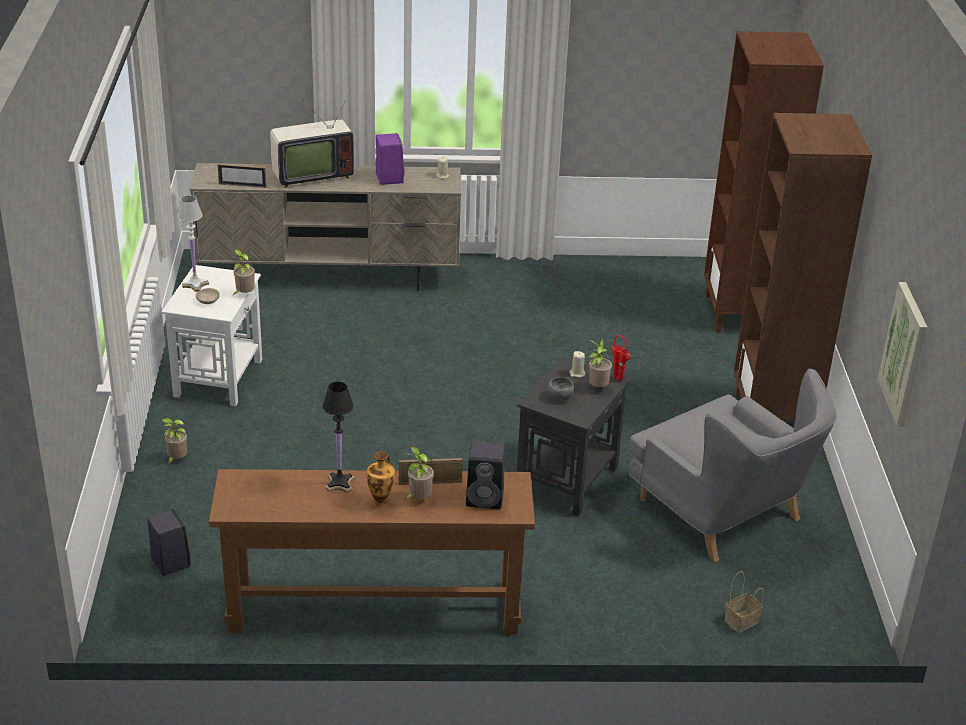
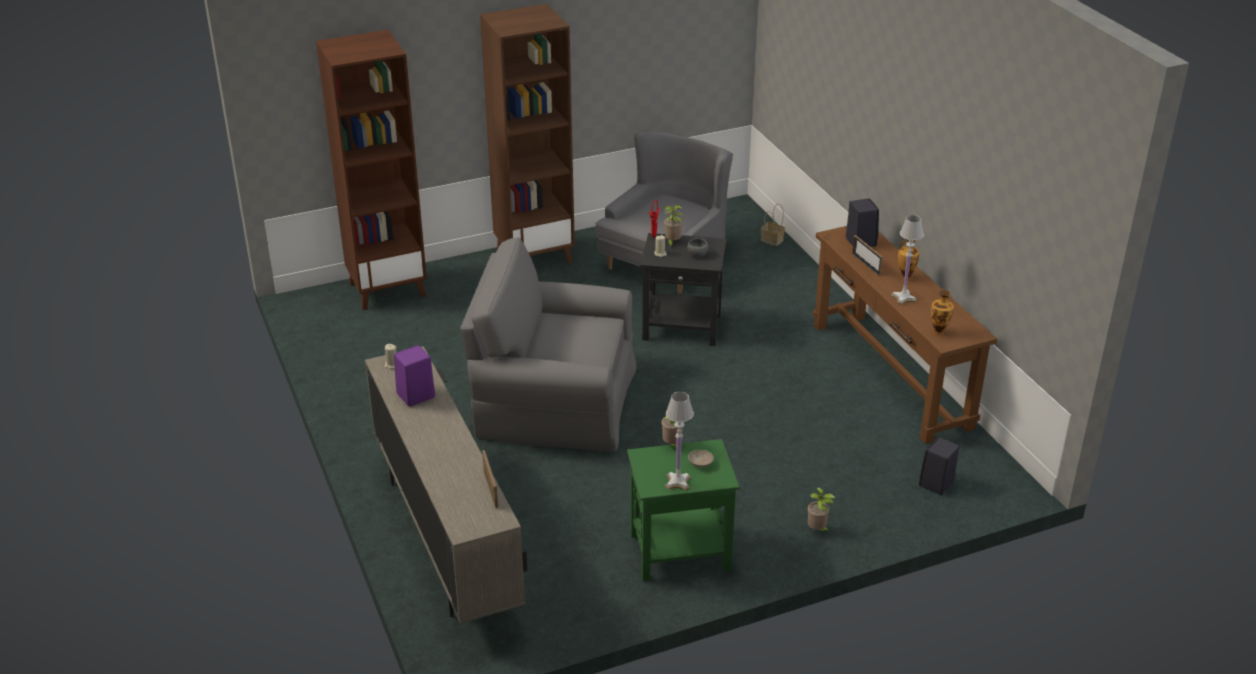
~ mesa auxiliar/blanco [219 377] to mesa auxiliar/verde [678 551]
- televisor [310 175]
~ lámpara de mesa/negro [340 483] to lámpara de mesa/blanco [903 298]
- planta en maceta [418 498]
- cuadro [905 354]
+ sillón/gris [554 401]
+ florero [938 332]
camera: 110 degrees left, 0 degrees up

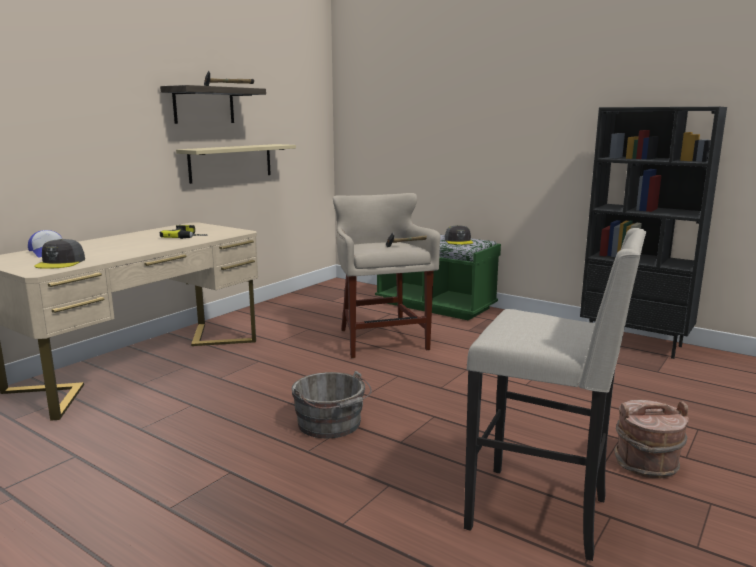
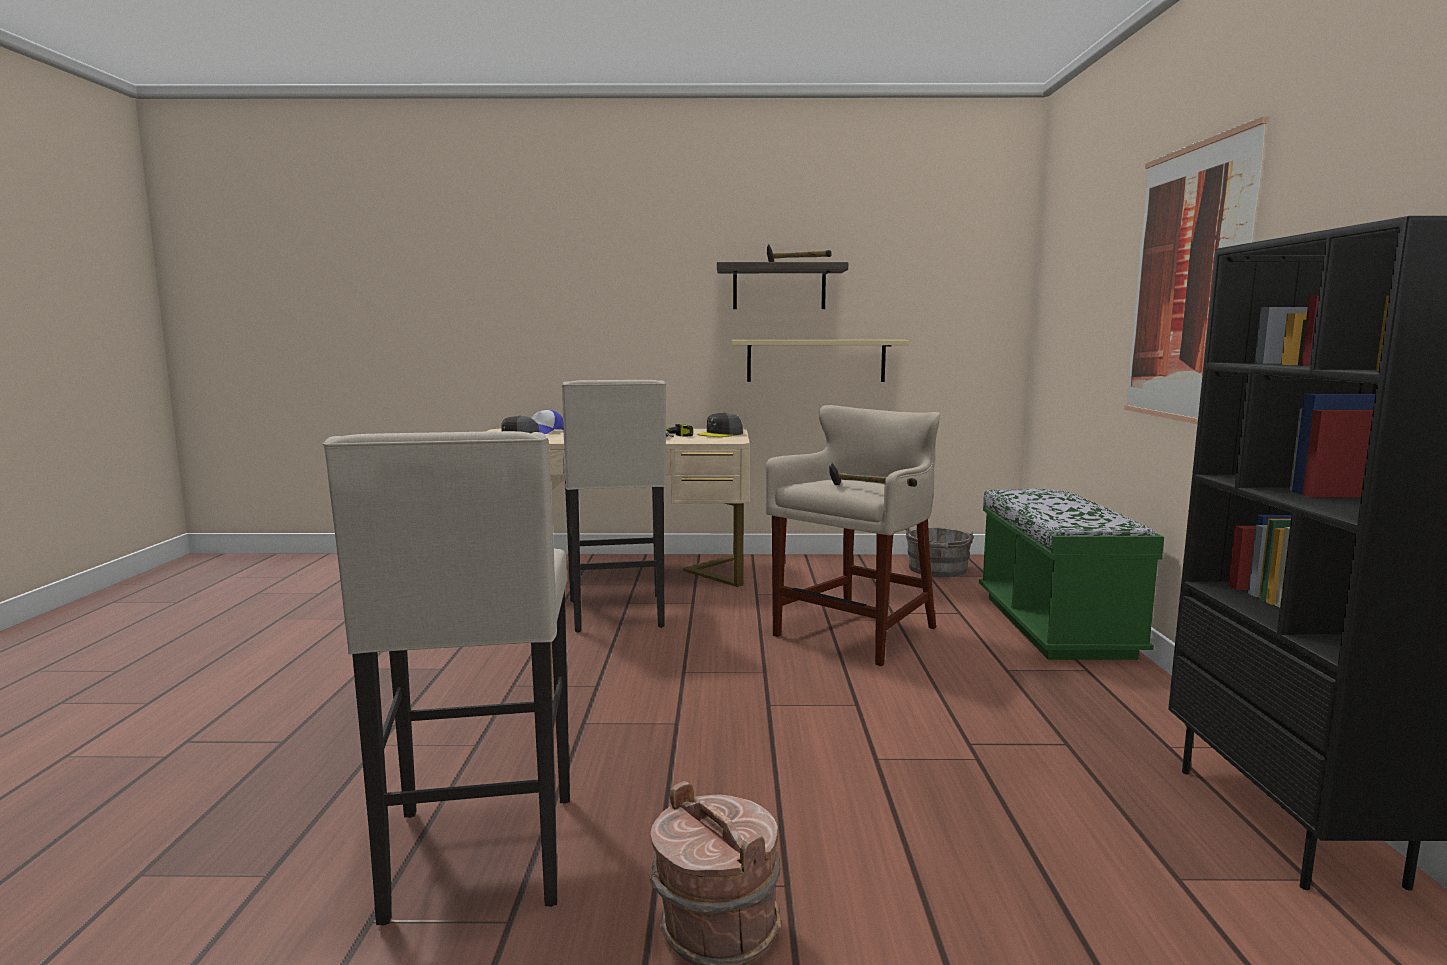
~ cubo/gris [331 424] to [937 570]
~ gorra/gris [459 241] to [720 434]
+ taburete/beis [618 614]
+ cuadro [1188 283]
camera: 55 degrees right, 5 degrees down

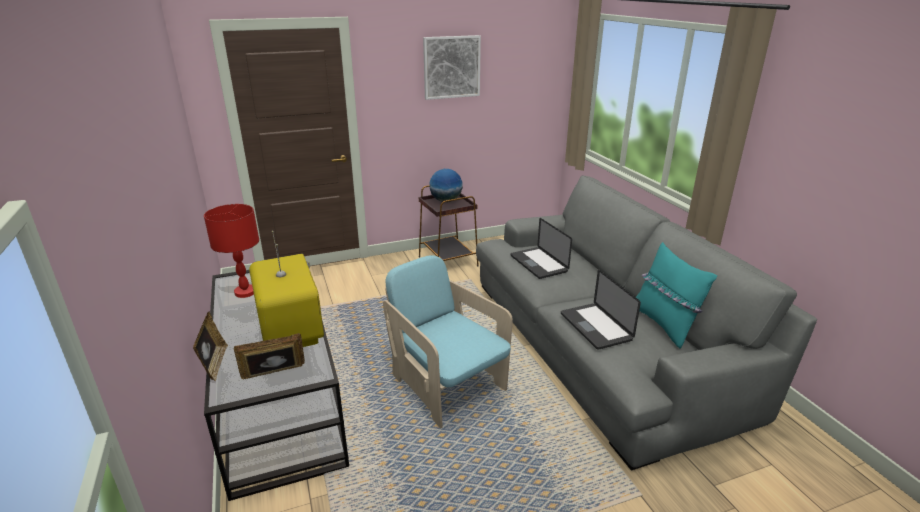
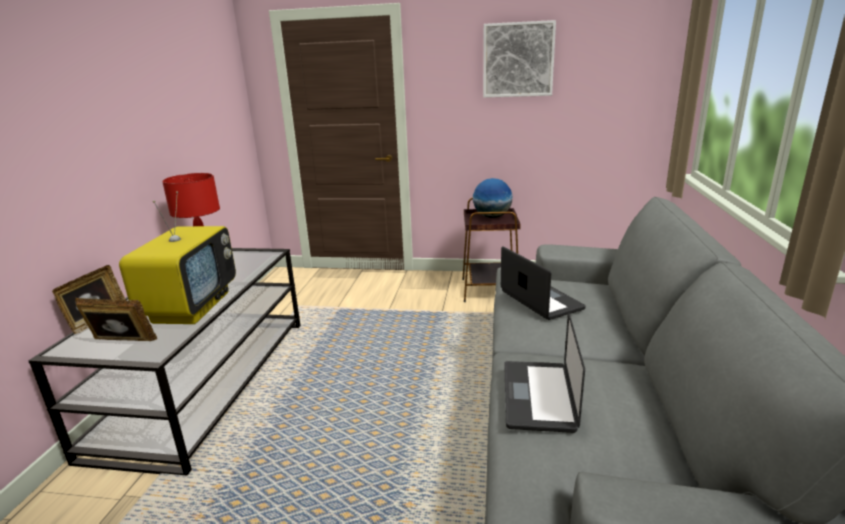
- sillón/turquesa [446 385]
~ portátil [538 263] = [541 300] 150 degrees clockwise
- cojín/turquesa [664 324]
camera: 30 degrees right, 5 degrees down

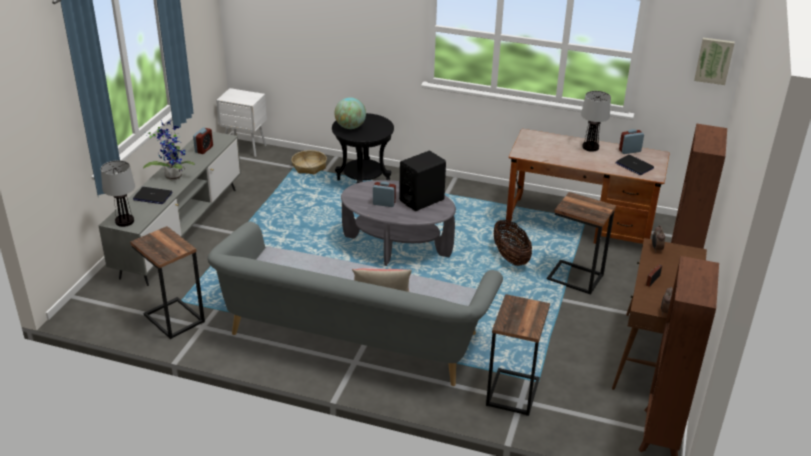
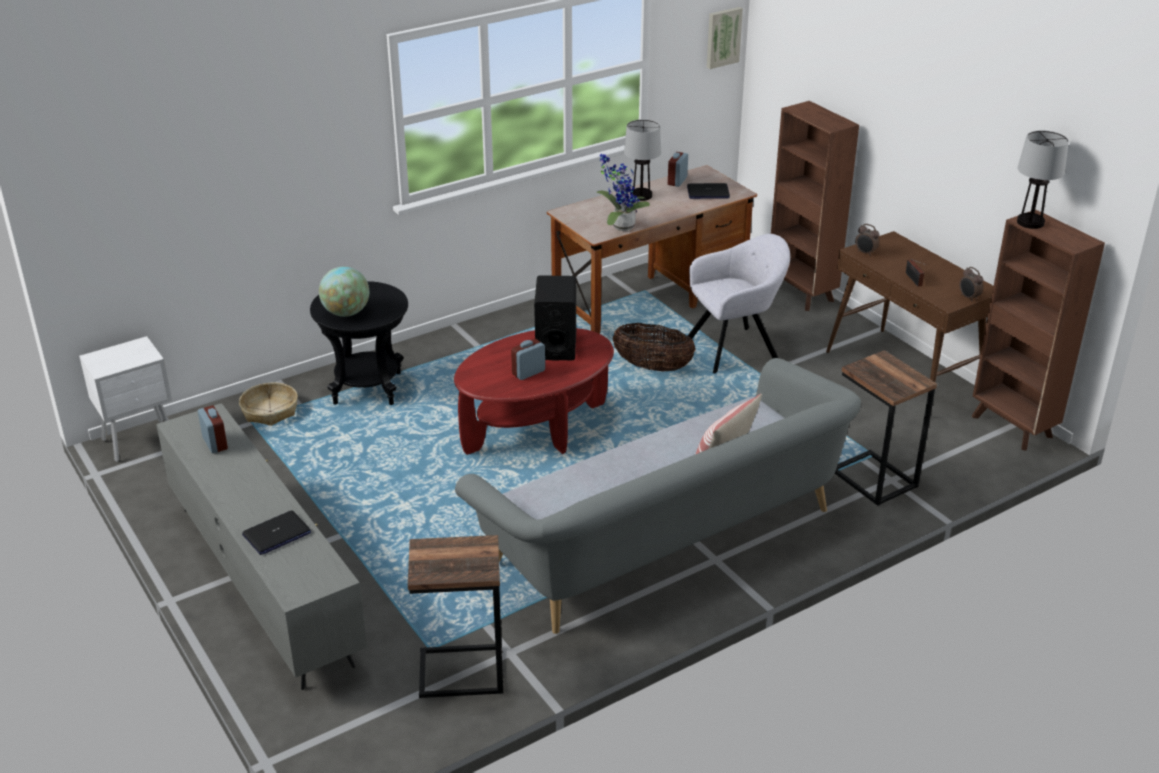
~ lámpara de mesa [125 221] to [1030 222]
~ planta en maceta [173 175] to [620 226]
~ mesa de centro/gris [397 247] to mesa de centro/rojo [536 429]
~ mesa auxiliar [575 278] to sillón/gris [735 349]
camera: 50 degrees left, 0 degrees up

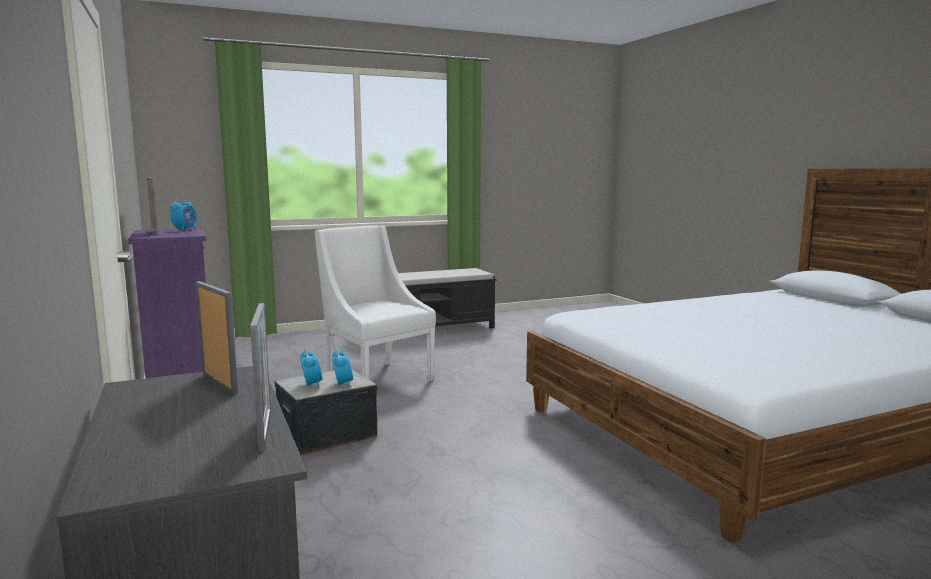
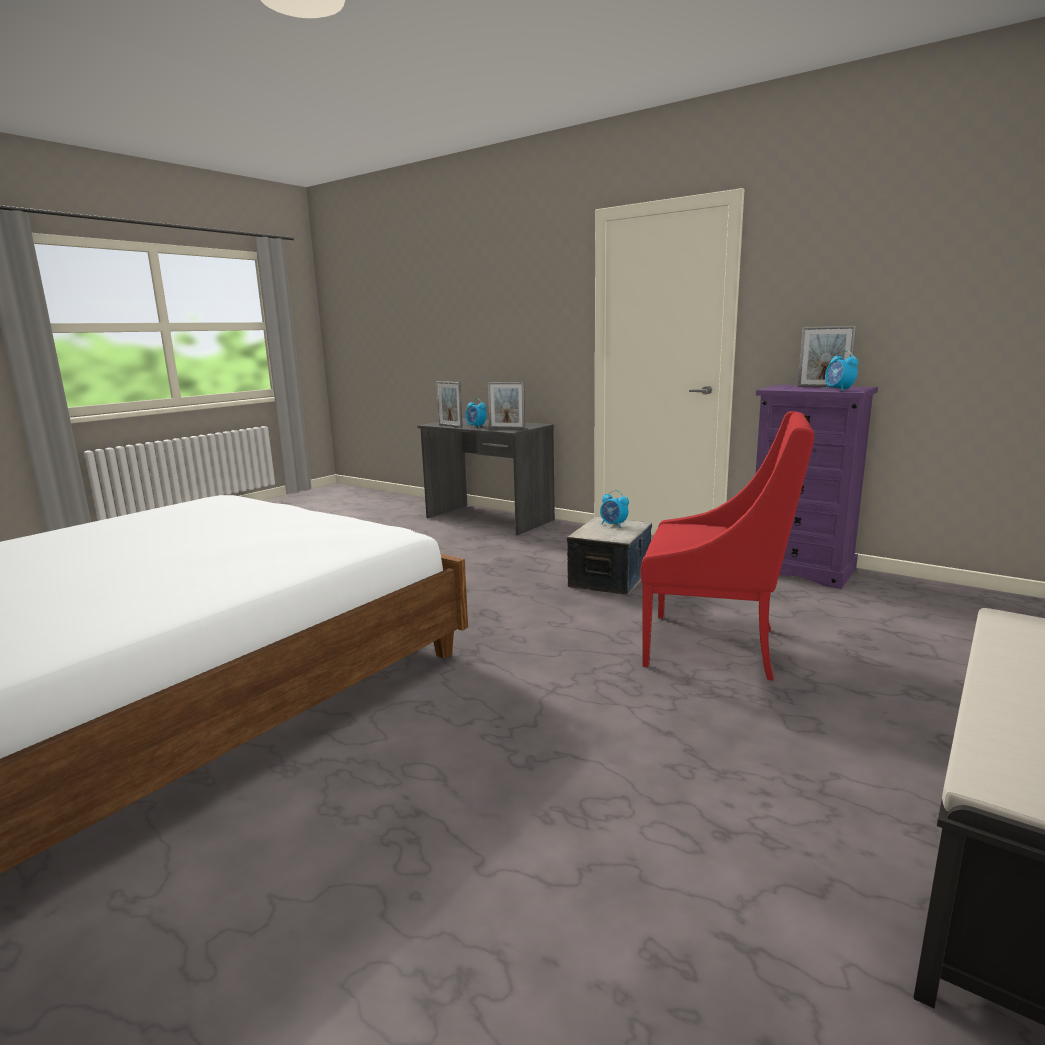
~ sillón/blanco [376 378] to sillón/rojo [716 646]
~ despertador [343 384] to [476 426]
camera: 150 degrees right, 5 degrees up

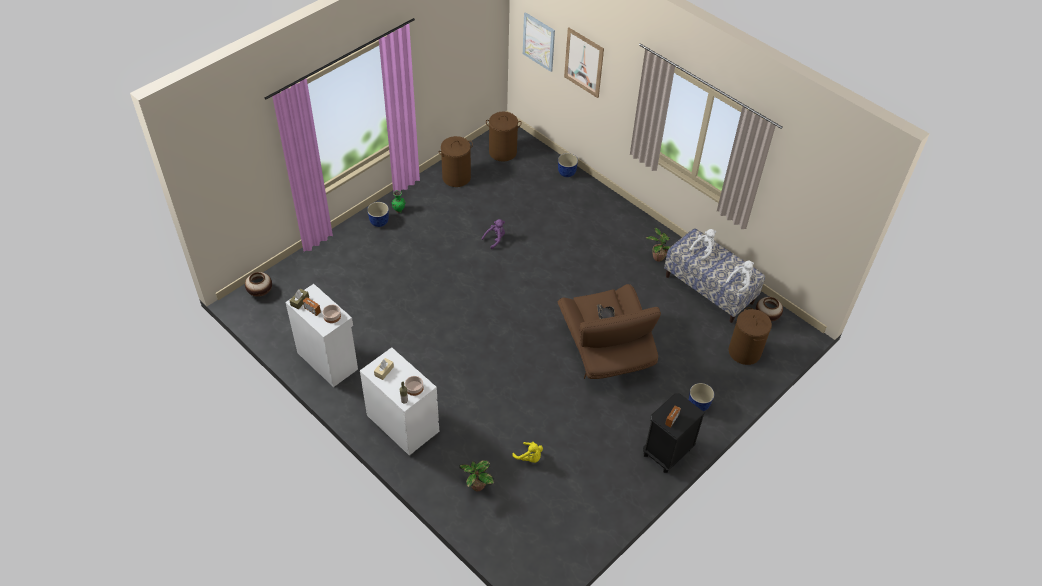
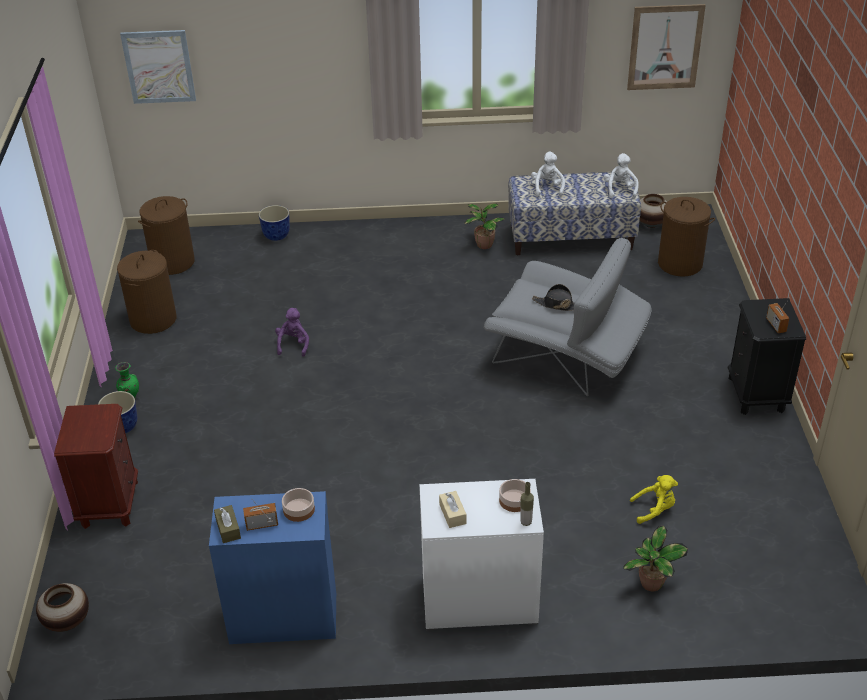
~ armario/blanco [328 360] to armario/azul [283 616]
~ sillón/marrón [605 351] to sillón/gris [566 357]
~ cuadro [584 62] to [665 47]
- maceta [698 404]
+ mesita de noche/marrón [109 504]
camera: 45 degrees left, 10 degrees down

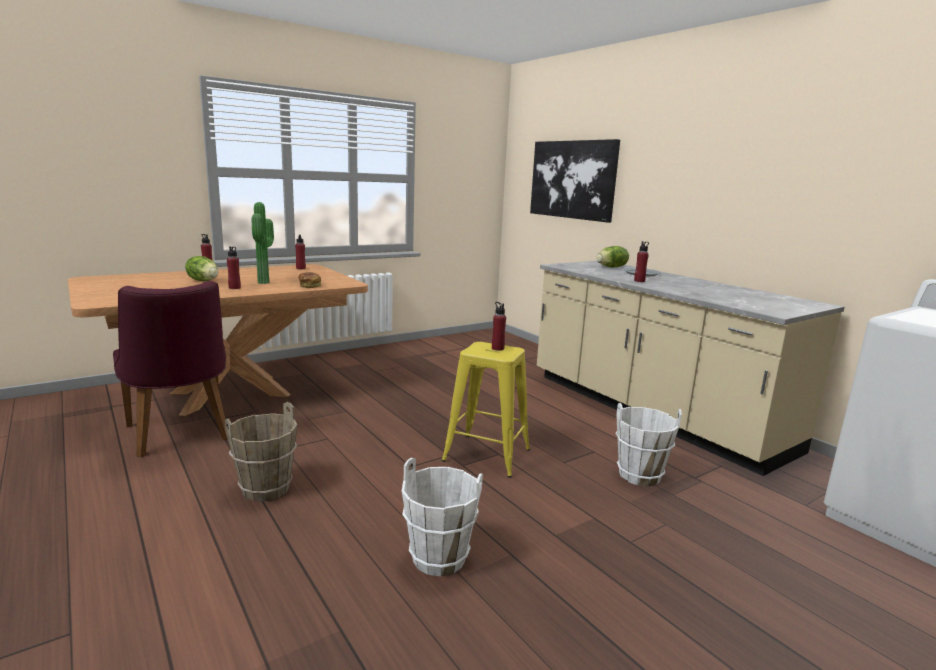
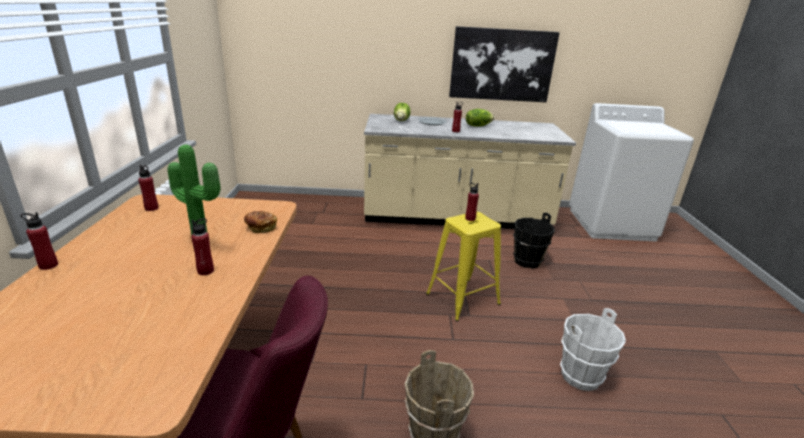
~ lechuga [204 281] to [478 126]
~ cuadro [572 179] to [502 65]
~ cubo/blanco [639 475] to cubo/negro [527 261]
camera: 55 degrees left, 10 degrees up

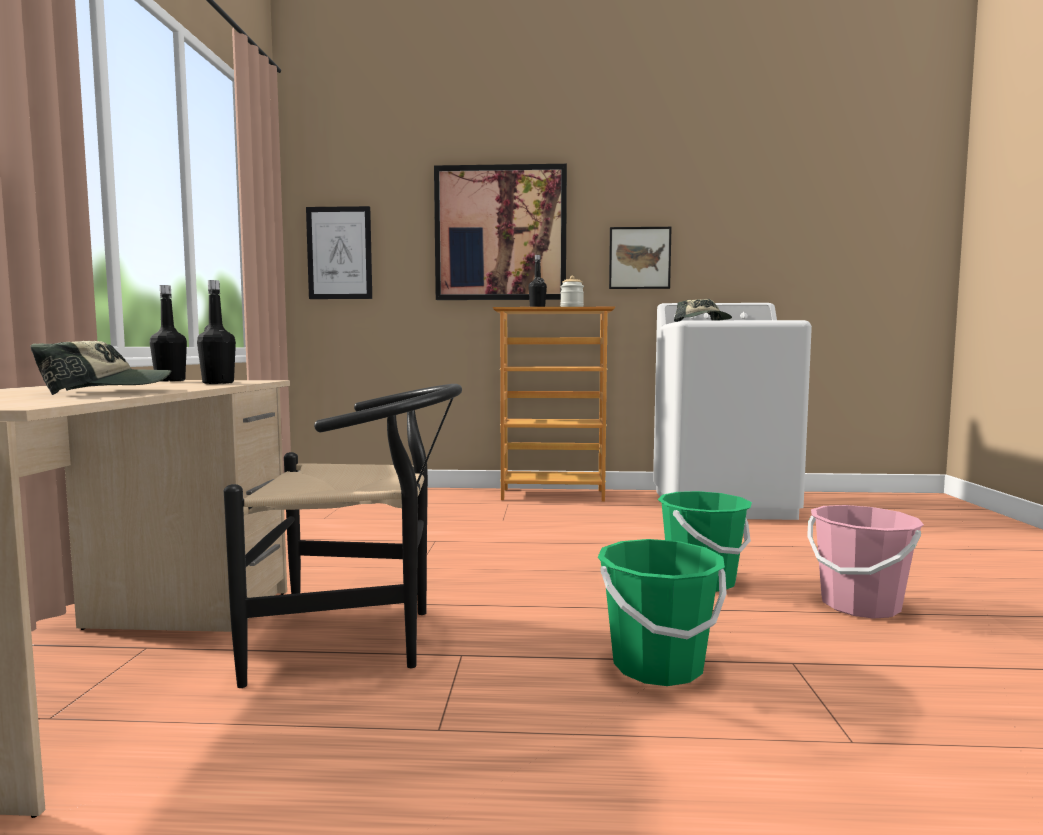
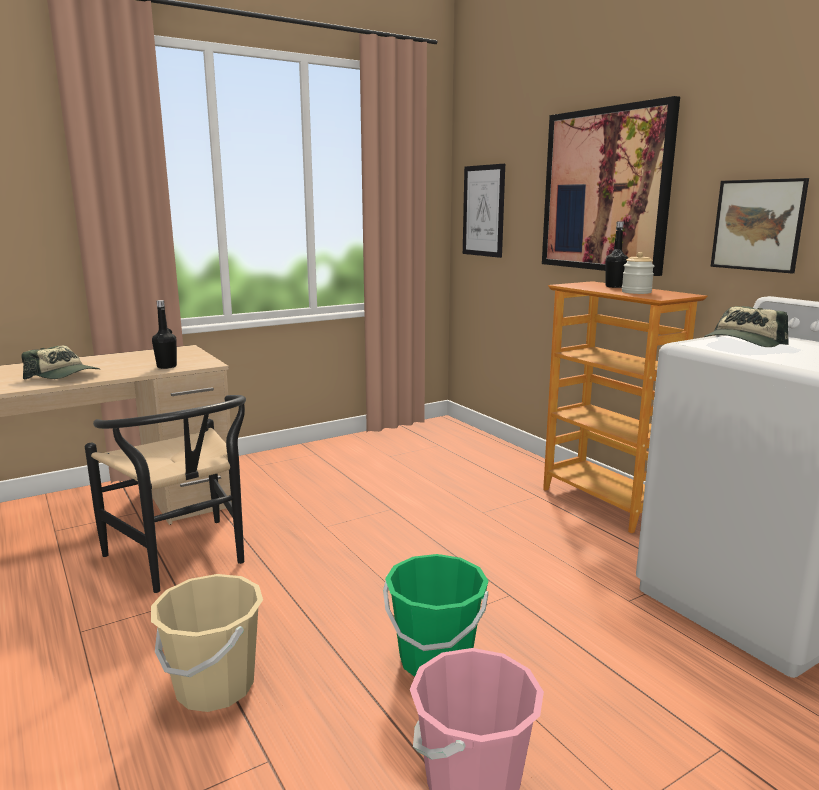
- botella/negro [170 381]
~ cubo/verde [658 666] to cubo/beis [214 686]
camera: 55 degrees right, 10 degrees up

